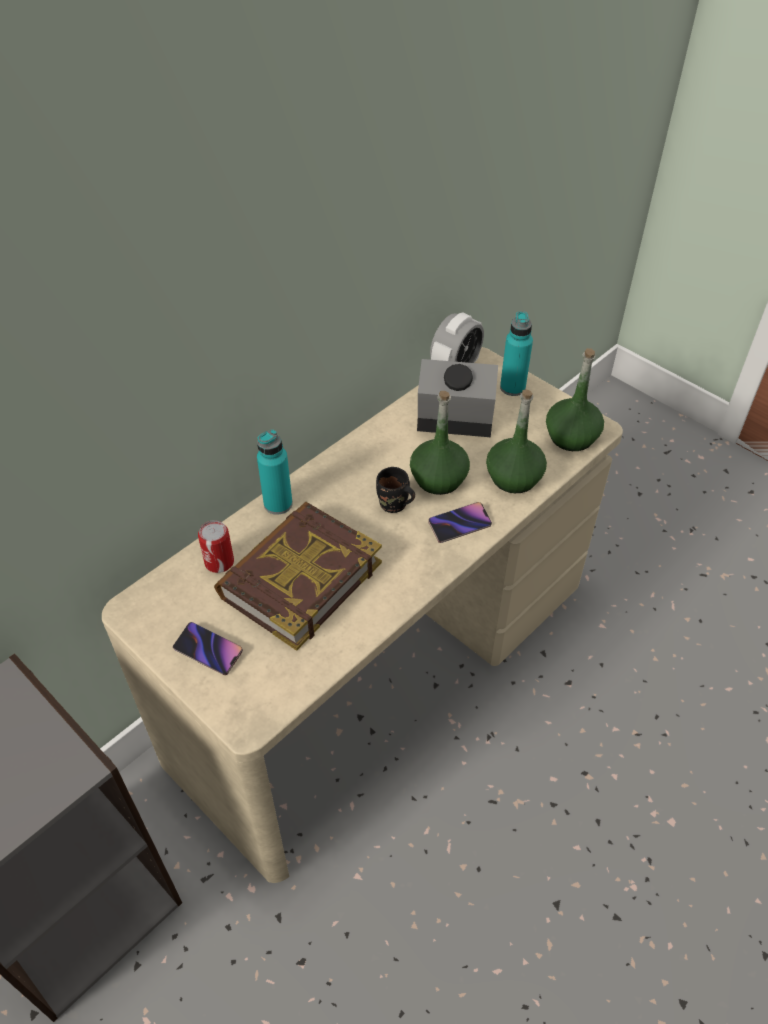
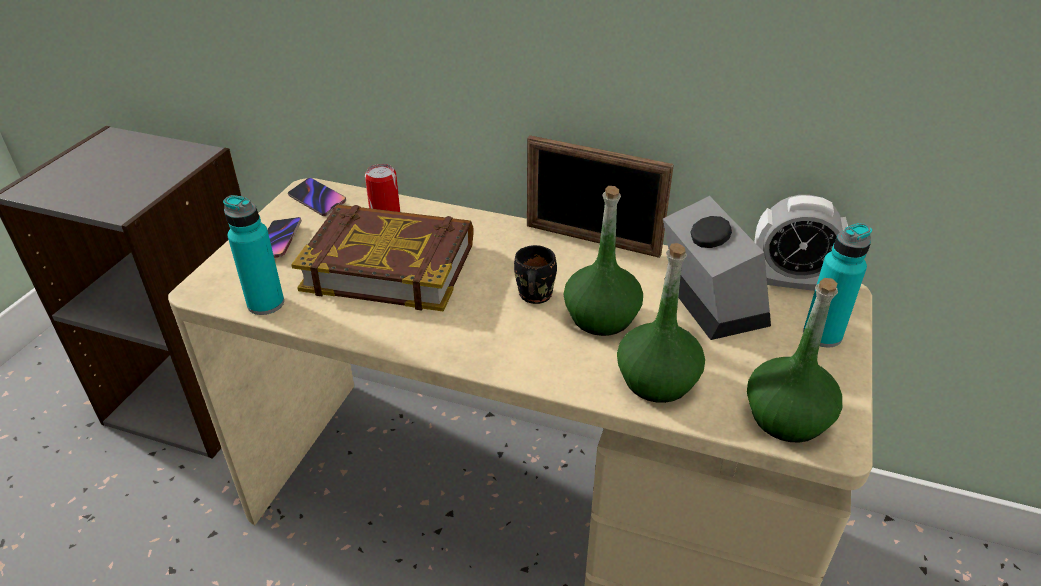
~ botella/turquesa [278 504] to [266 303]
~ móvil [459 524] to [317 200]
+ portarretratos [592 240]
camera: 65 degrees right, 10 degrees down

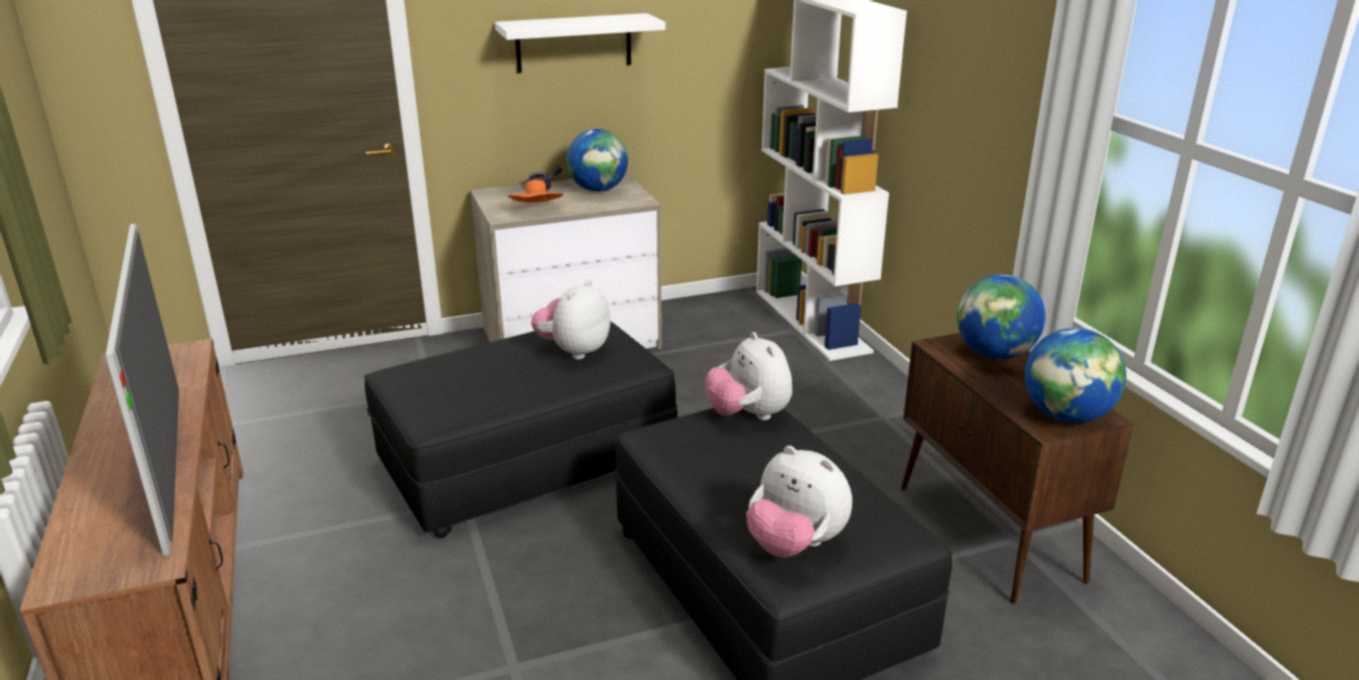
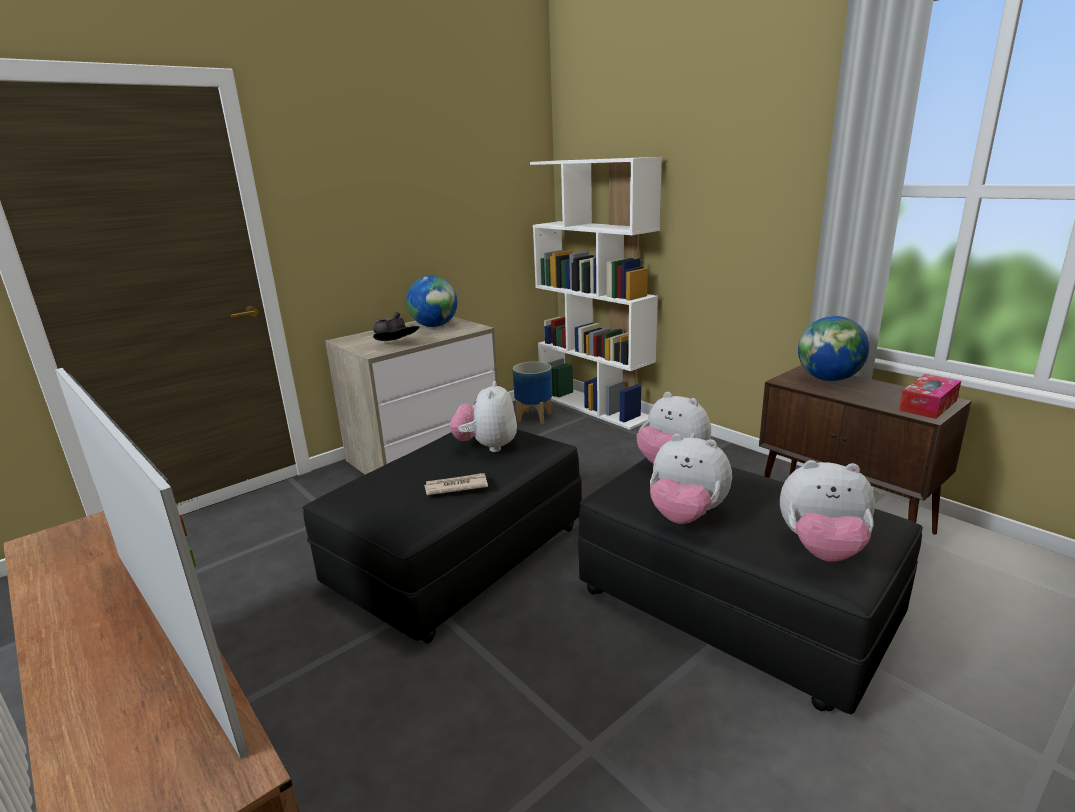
- estante/blanco [573 43]
~ sombrero/naranja [537 210] to sombrero/negro [398 344]
~ globo terráqueo [1066 416] to caja de pañuelos [928 405]
+ periódico [455 486]
+ maceta [534 417]
+ peluche [686 516]
camera: 20 degrees left, 5 degrees down

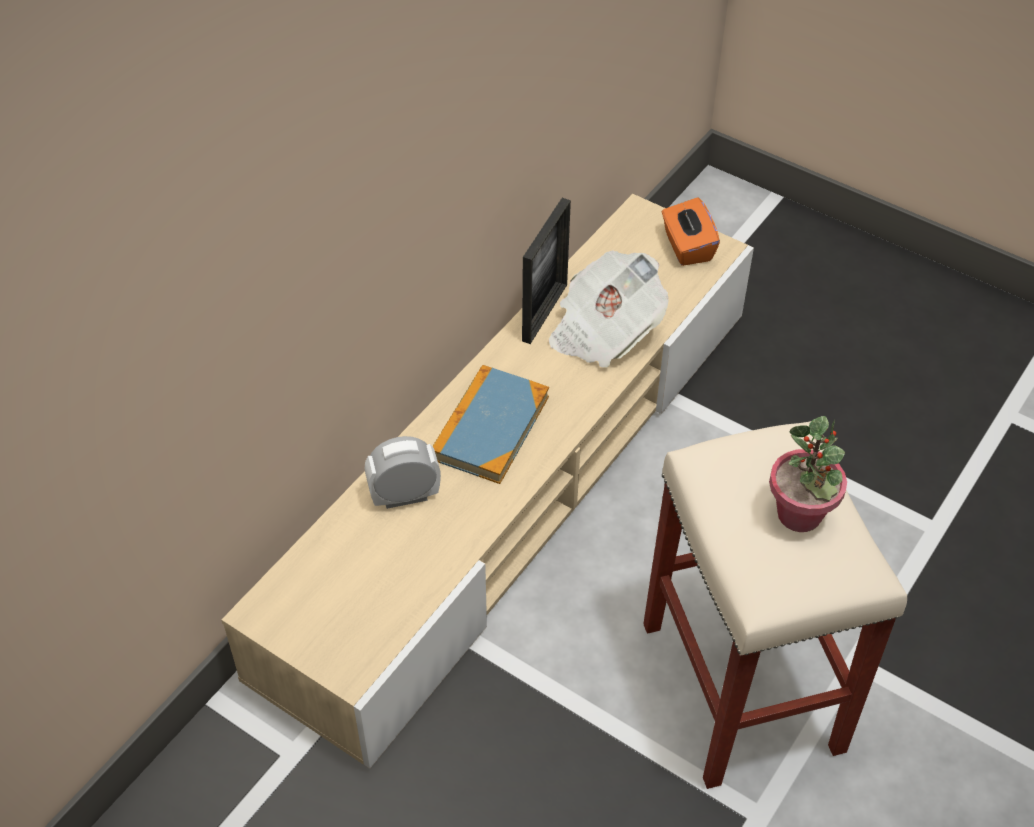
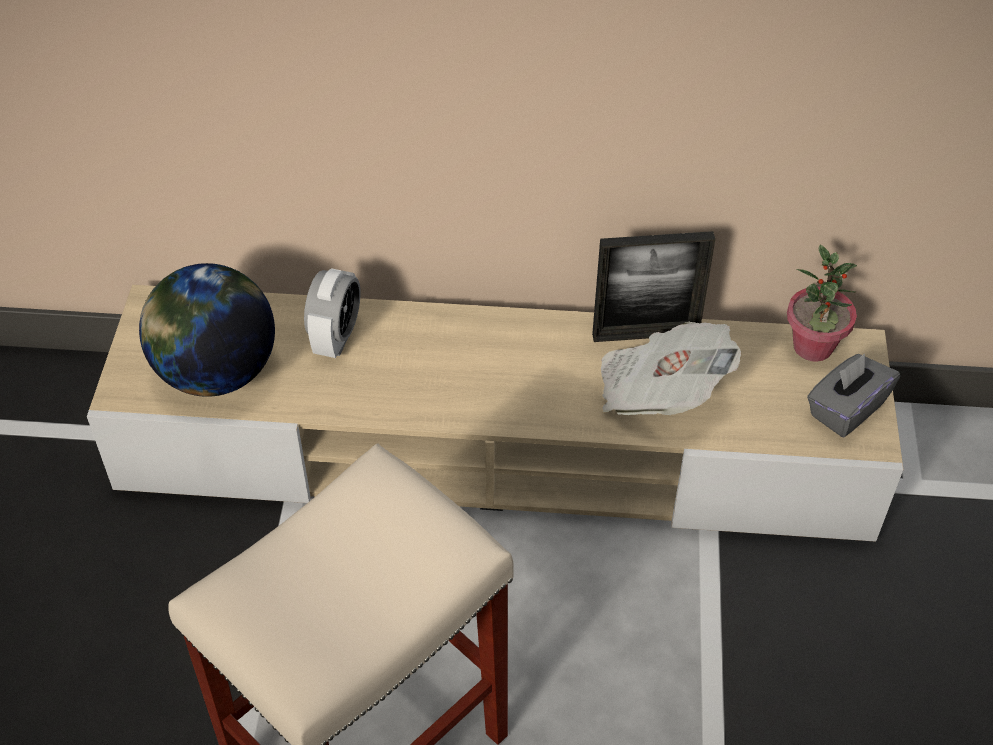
~ despertador [405 496] = [336 337] 60 degrees clockwise
- libro [490 427]
~ caja de pañuelos/naranja [687 247] to caja de pañuelos/gris [846 409]
~ planta en maceta [799 514] to [812 347]
+ globo terráqueo [216 372]
camera: 60 degrees right, 0 degrees up

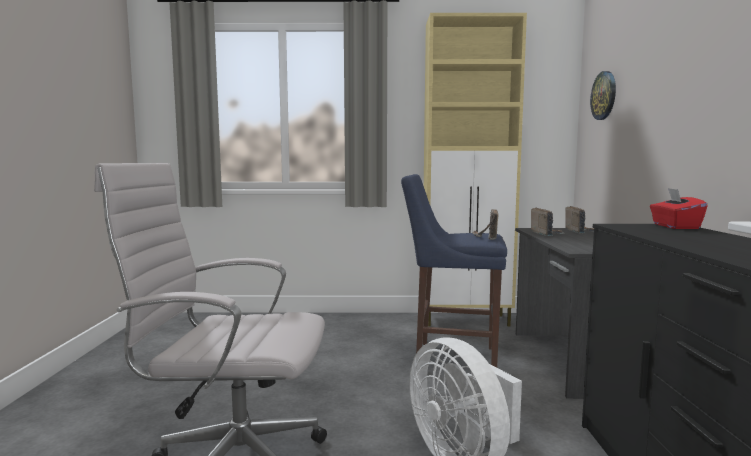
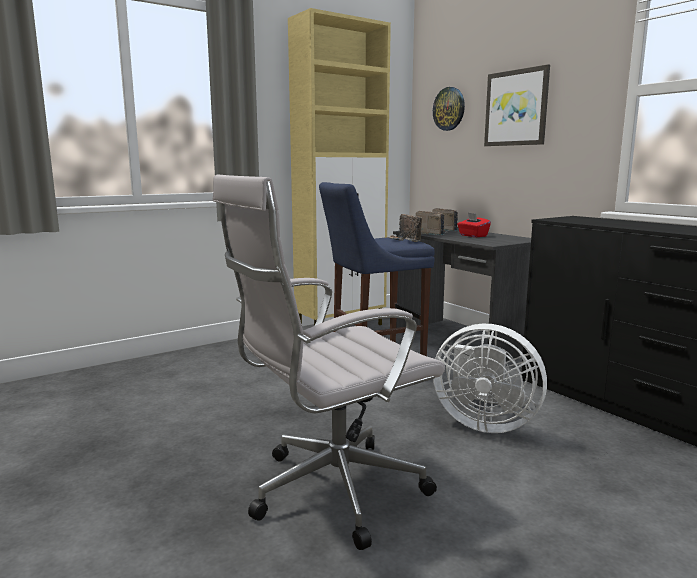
~ caja de pañuelos/rojo [674 226] to [472 236]
+ cuadro [516 108]
camera: 35 degrees left, 5 degrees up

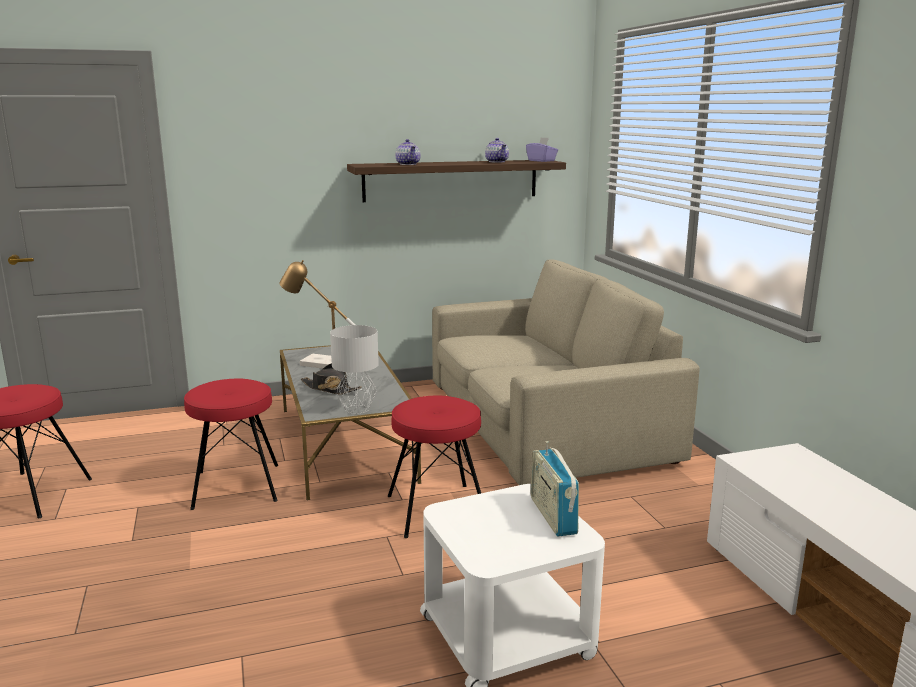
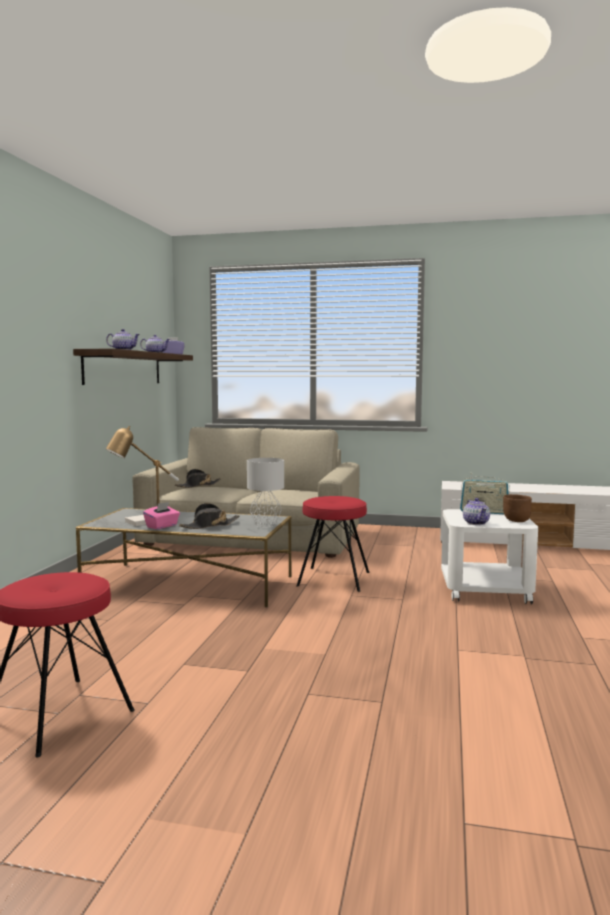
- taburete/rojo [236 486]
+ caja de pañuelos/rosa [162 526]
+ sombrero/negro [198 485]
+ tetera [476 523]
+ cuenco/marrón [516 521]
camera: 60 degrees left, 10 degrees down

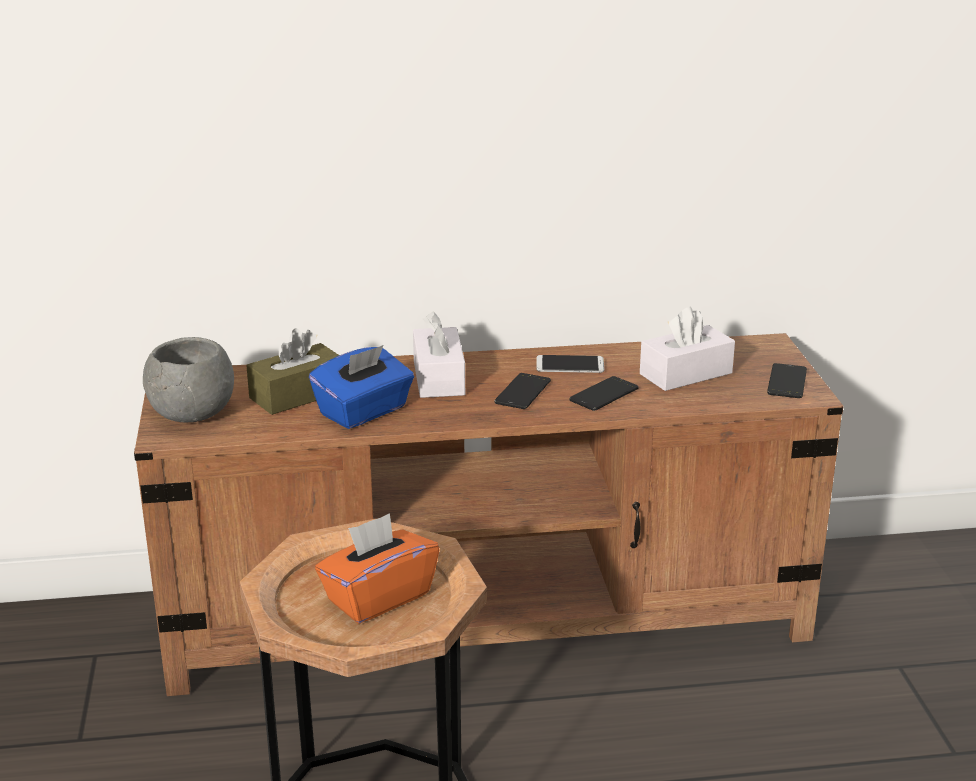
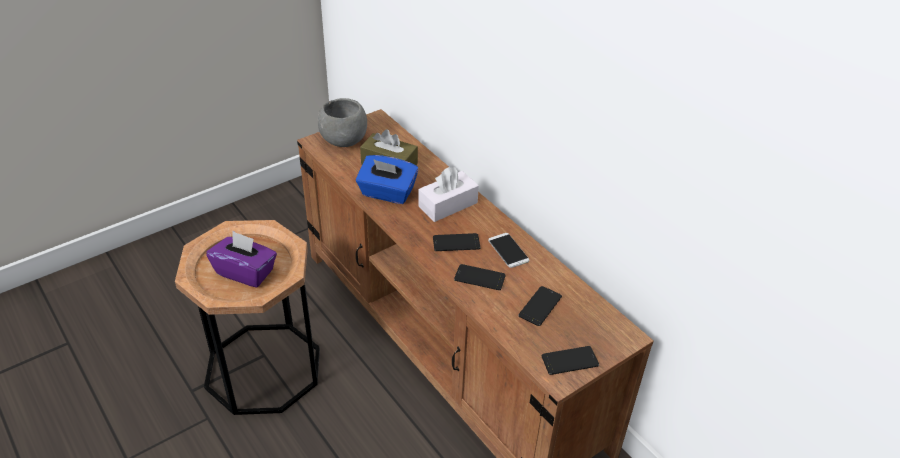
~ caja de pañuelos/naranja [378 597] to caja de pañuelos/morado [245 272]
~ caja de pañuelos/blanco [685 373] to móvil [540 306]
camera: 60 degrees right, 15 degrees up

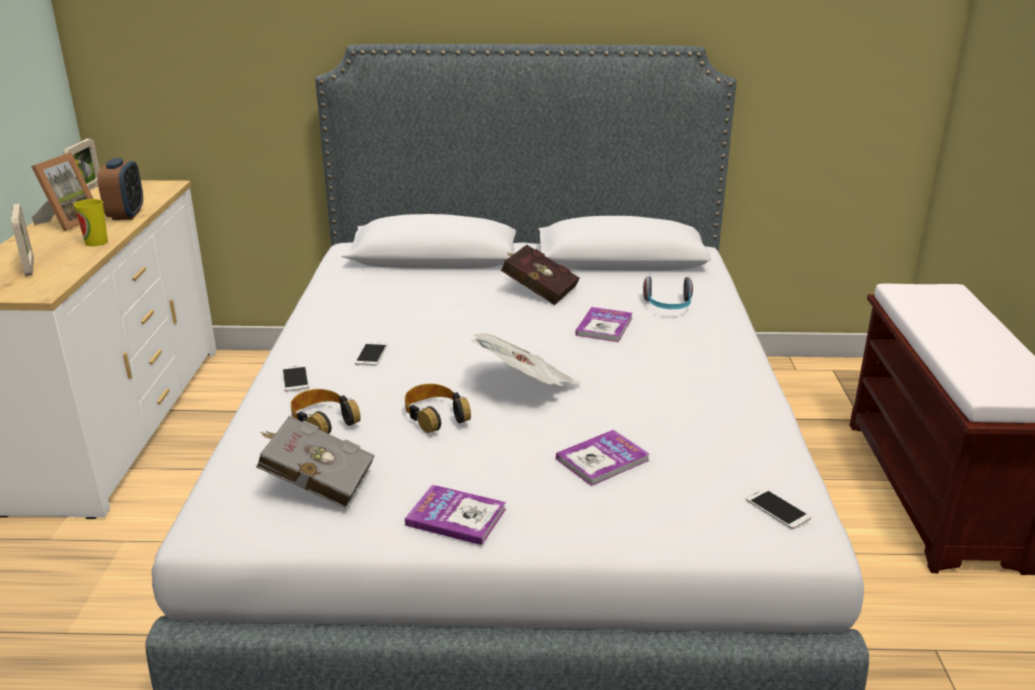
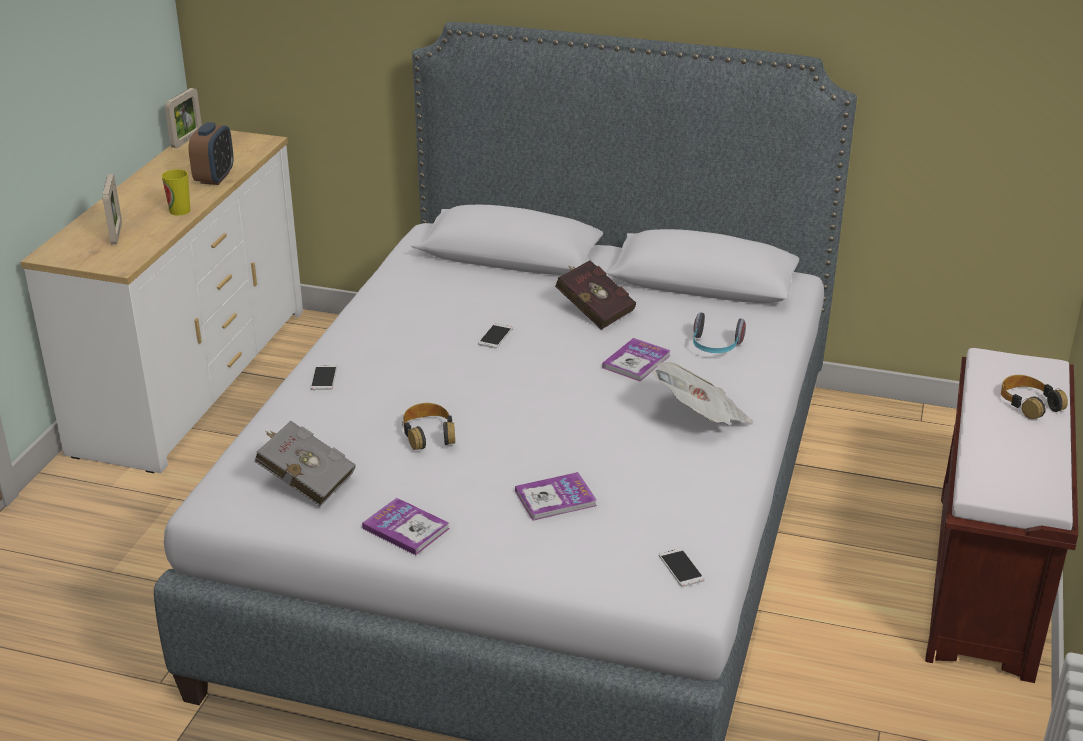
- portarretratos [68 222]
~ auriculares [323 420] to [1029 403]
~ móvil [371 354] to [495 336]
~ periódico [526 386] to [701 418]
camera: 15 degrees right, 5 degrees up

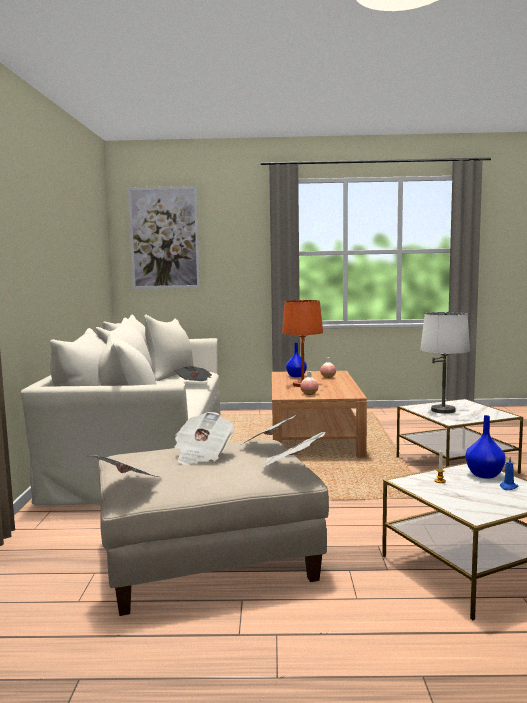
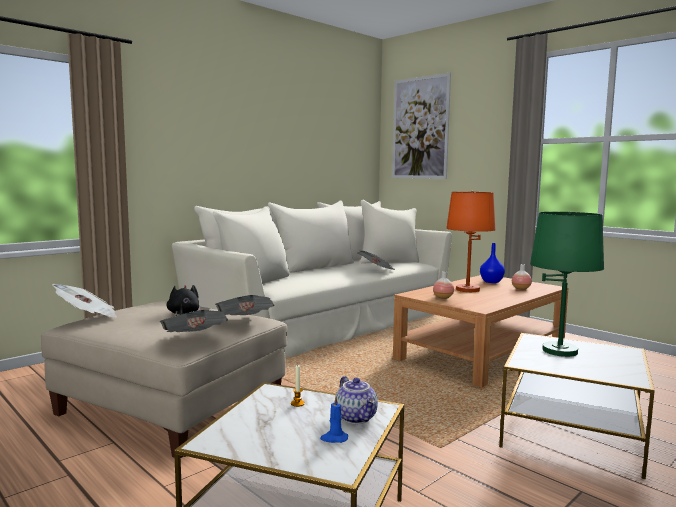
~ periódico [202 455] to peluche/negro [183 313]
~ lámpara de mesa/blanco [443 410] to lámpara de mesa/verde [560 351]
~ florero/azul [484 474] to tetera [357 418]
camera: 45 degrees right, 0 degrees up

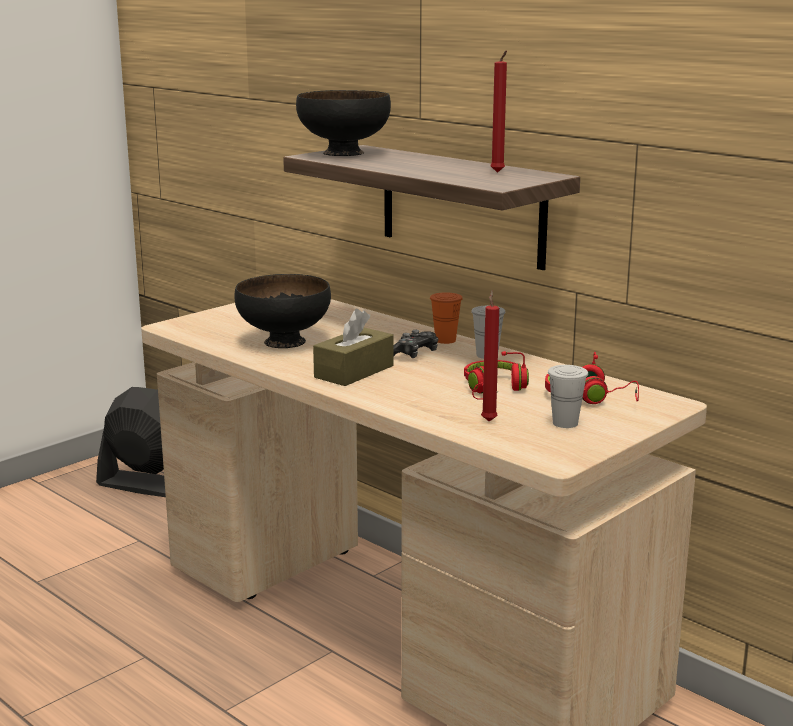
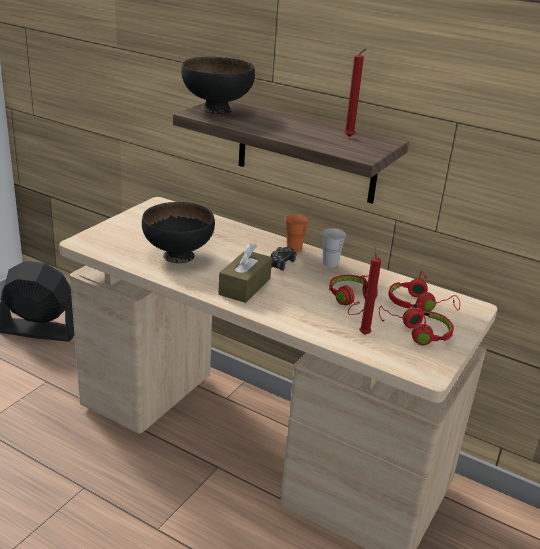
~ taza/blanco [565 423] to auriculares/rojo [416 332]
camera: 15 degrees left, 10 degrees up

